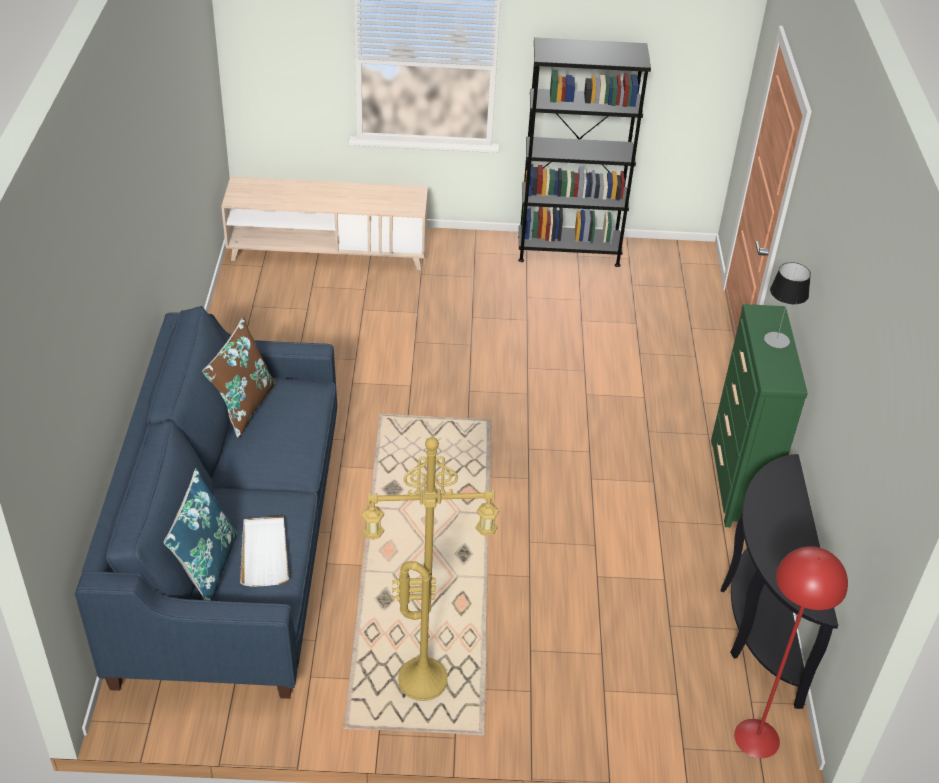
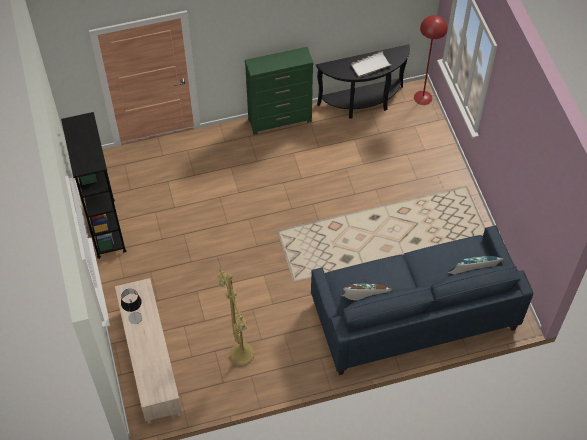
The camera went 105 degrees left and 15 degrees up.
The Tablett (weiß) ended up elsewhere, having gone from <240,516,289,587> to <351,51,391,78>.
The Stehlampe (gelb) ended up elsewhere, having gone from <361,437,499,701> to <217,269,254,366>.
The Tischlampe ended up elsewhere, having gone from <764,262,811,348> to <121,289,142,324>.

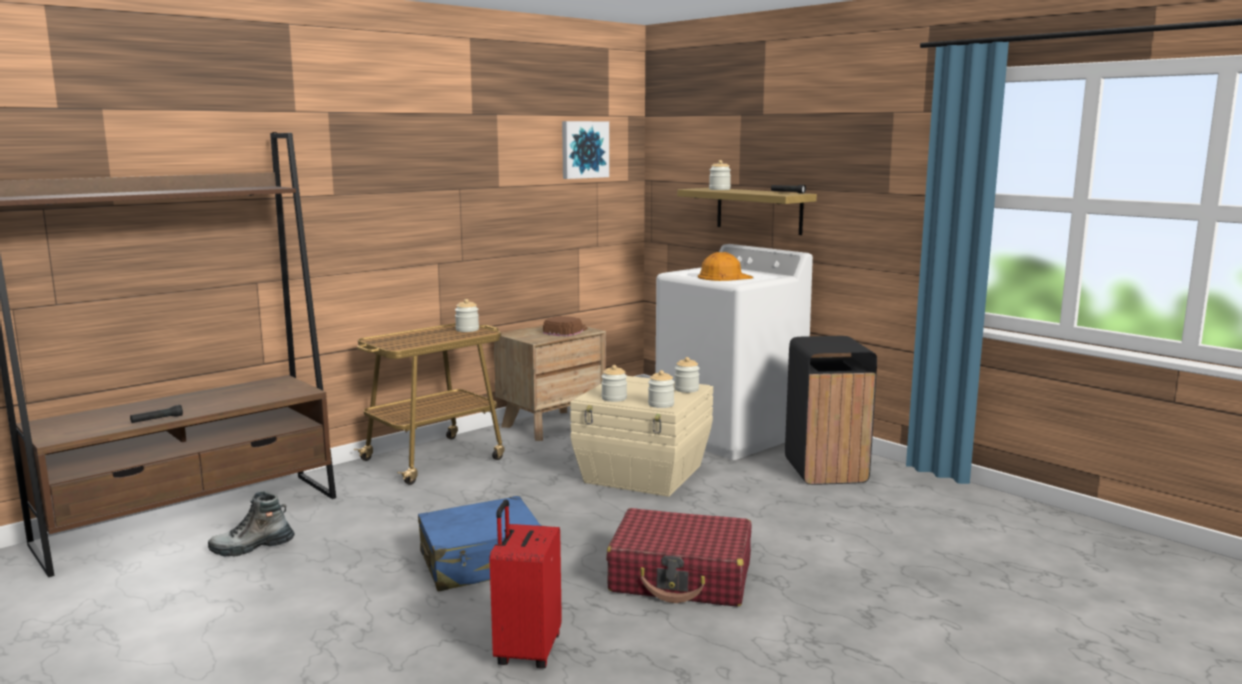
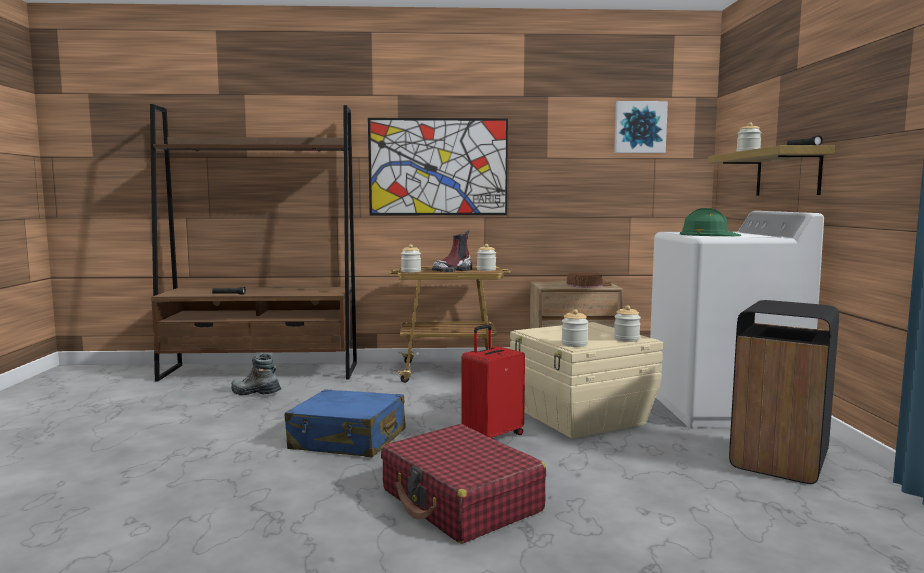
The camera went 40 degrees right and 5 degrees down.
The second view gained the Bild at <368,118,508,215>.
The second view gained the Stiefel at <432,230,472,272>.
The Koffer (rot) ended up elsewhere, having gone from <490,499,562,668> to <461,325,525,440>.
The Vorratsglas ended up elsewhere, having gone from <601,365,627,402> to <401,244,421,272>.
What was the Schutzhelm (orange) at <698,252,753,281> turned into the Schutzhelm (grün) at <680,208,742,236>.

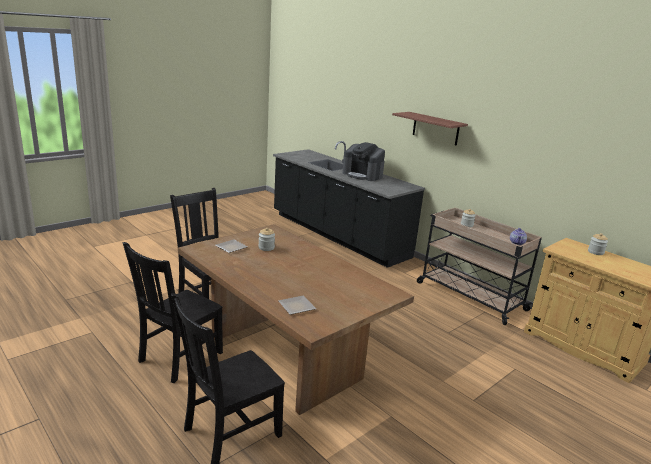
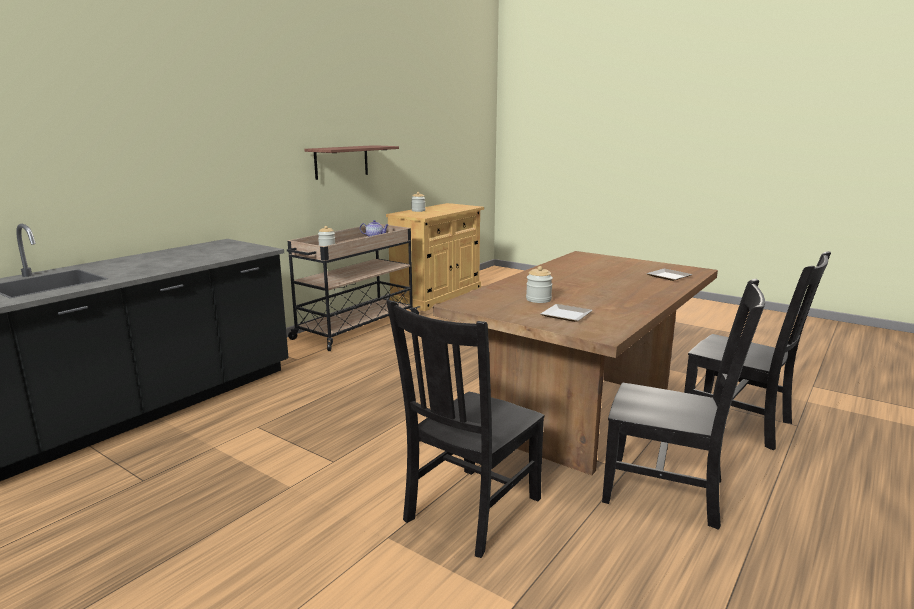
The camera went 100 degrees left and 5 degrees down.
The second view lost the Kaffeemaschine at <342,142,385,181>.
The Wandregal ended up elsewhere, having gone from <392,112,468,146> to <305,145,399,180>.

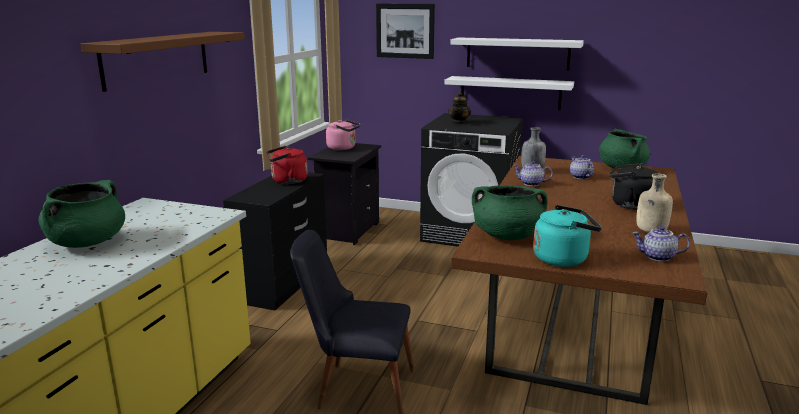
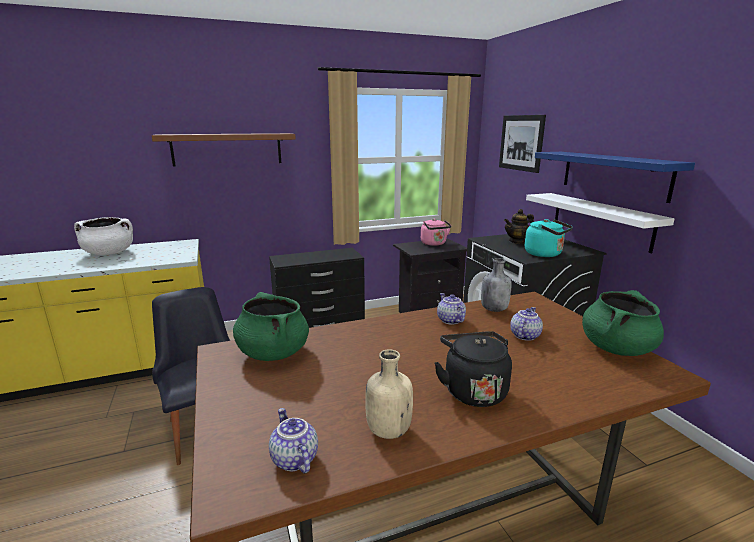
The camera went 50 degrees right and 0 degrees up.
The second view lost the Wasserkessel (rot) at <266,146,308,184>.
The Wasserkessel (türkis) ended up elsewhere, having gone from <533,205,602,267> to <525,219,573,257>.
What was the Kochtopf (grün) at <38,180,125,248> turned into the Kochtopf (weiß) at <74,217,133,255>.
What was the Wandregal (weiß) at <450,37,584,71> turned into the Wandregal (blau) at <535,152,695,203>.

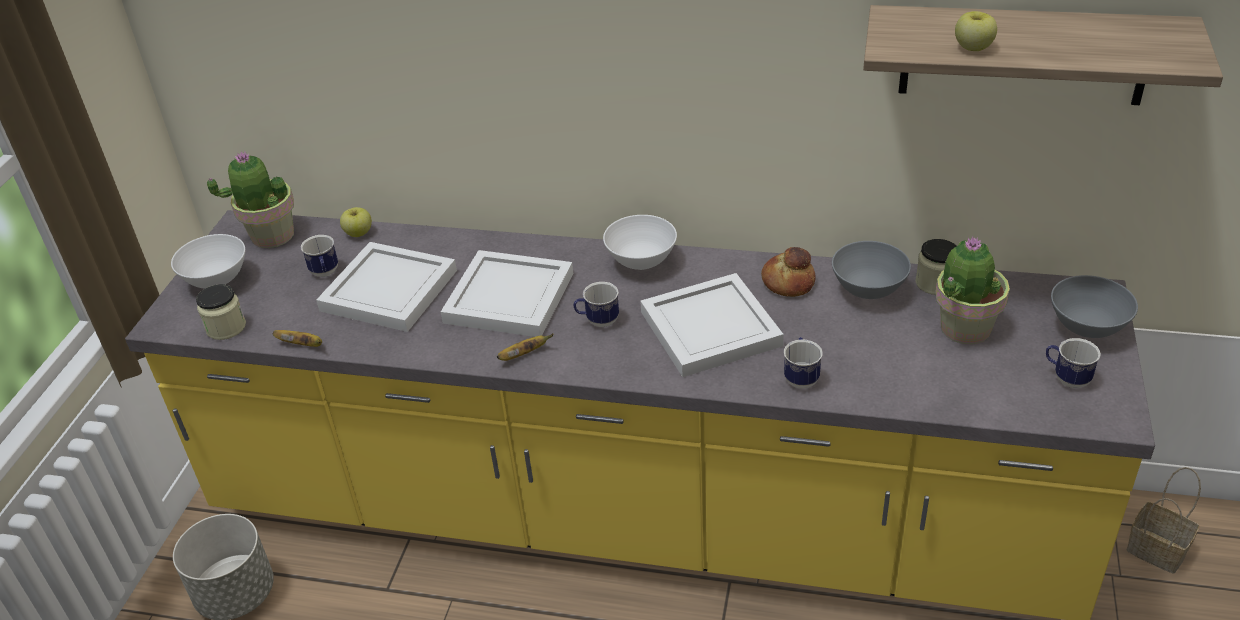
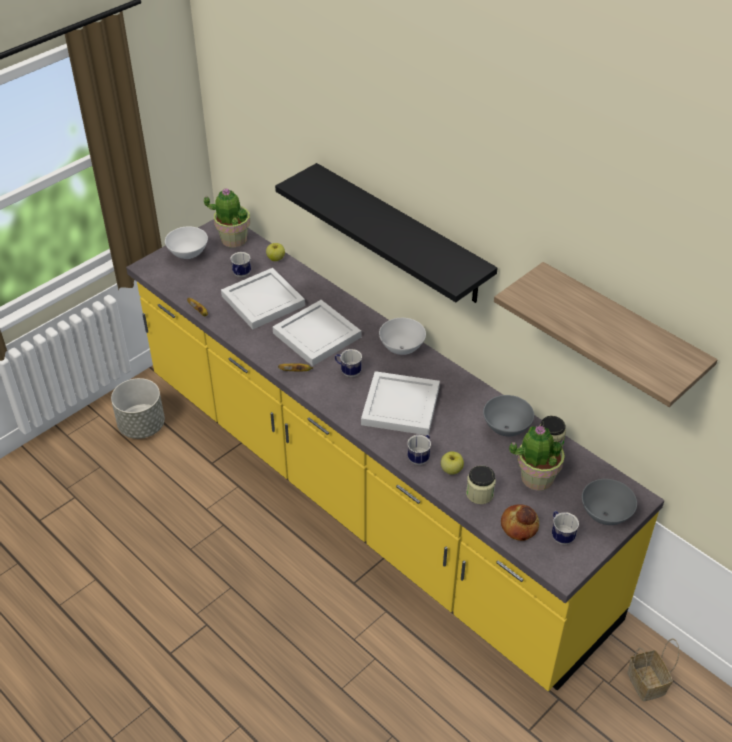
The camera went 30 degrees right and 5 degrees up.
The second view gained the Wandregal (schwarz) at <275,163,498,303>.
The Vorratsglas ended up elsewhere, having gone from <196,284,246,340> to <466,466,496,504>.
The Brot ended up elsewhere, having gone from <761,247,816,297> to <501,504,539,541>.
The Apfel ended up elsewhere, having gone from <955,11,997,51> to <441,451,464,475>.

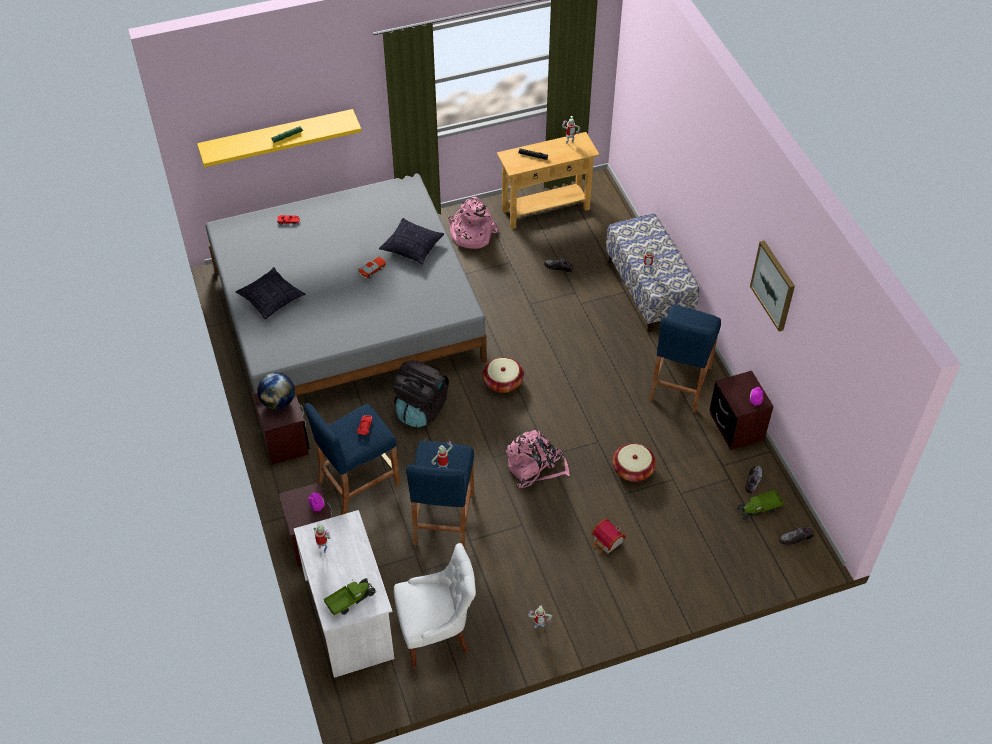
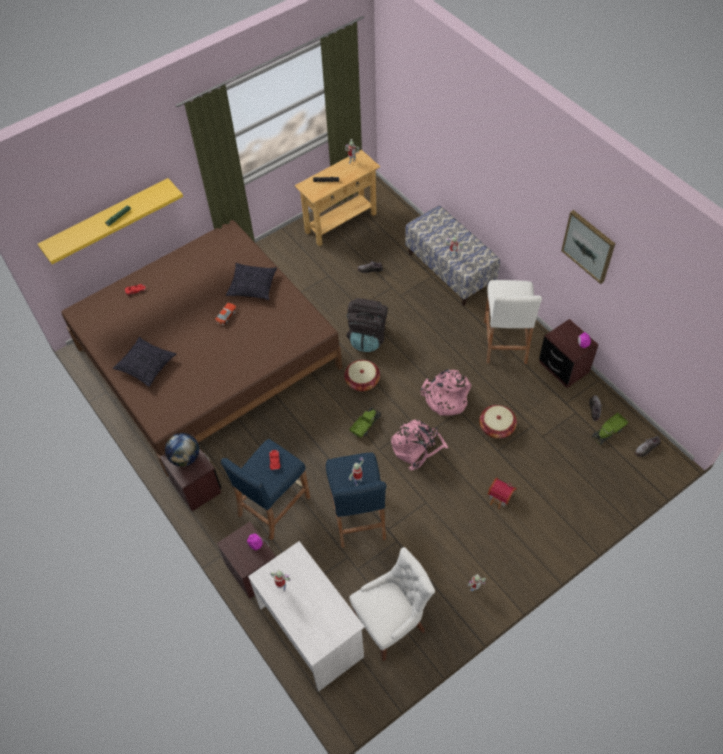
The camera went 15 degrees left and 5 degrees up.
The Spielzeuglaster ended up elsewhere, having gone from <324,578,376,616> to <349,407,381,438>.
The Rucksack (schwarz) ended up elsewhere, having gone from <394,360,449,427> to <347,298,388,352>.
The Rucksack (rosa) ended up elsewhere, having gone from <448,197,499,249> to <420,370,471,416>.
What was the Bett (grau) at <206,174,487,423> turned into the Bett (braun) at <61,220,342,477>.
What was the Hocker (blau) at <649,305,721,412> turned into the Hocker (weiß) at <484,280,542,364>.

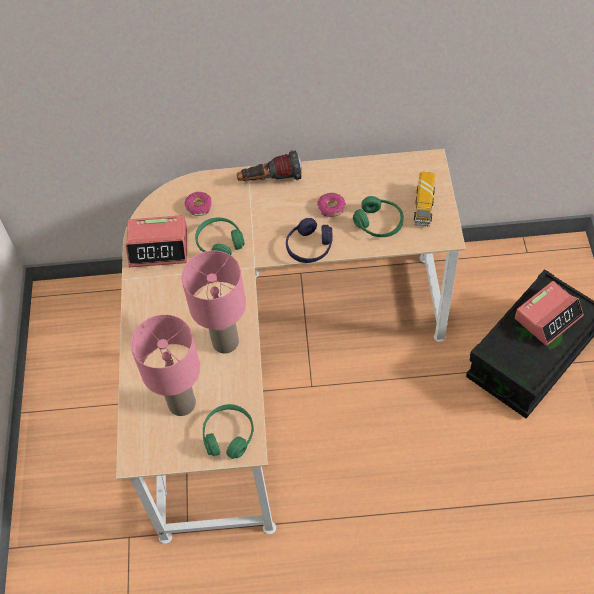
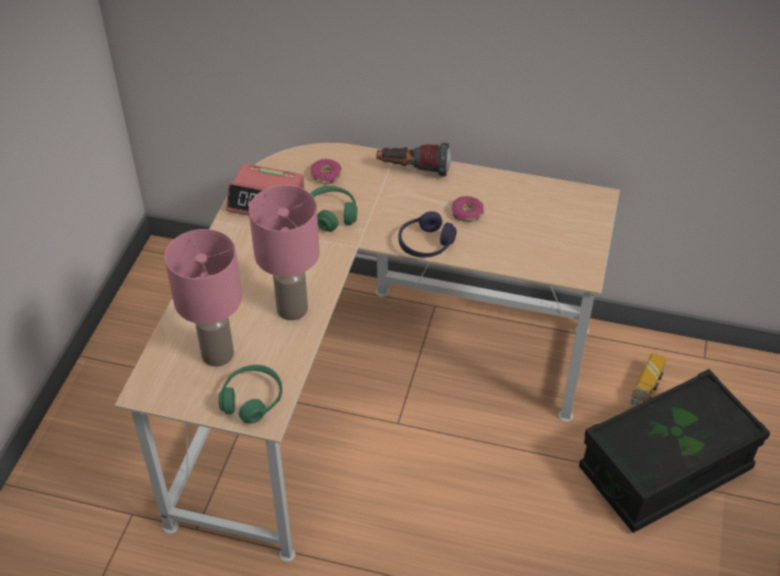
The camera went 15 degrees right and 10 degrees down.
The second view lost the Kopfhörer (grün) at <353,196,404,237>.
The second view lost the Wecker at <515,281,583,346>.
The Spielzeuglaster ended up elsewhere, having gone from <414,172,435,227> to <630,353,666,406>.

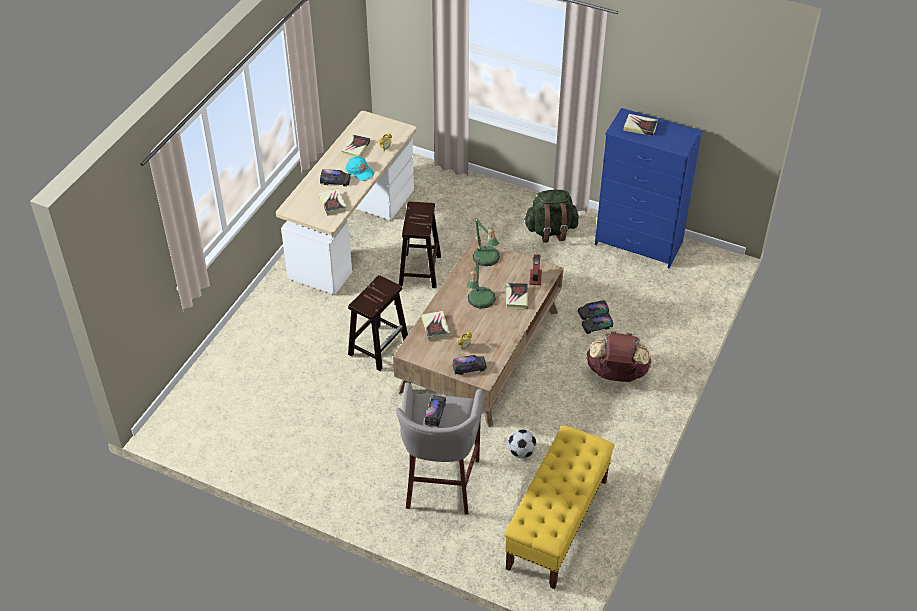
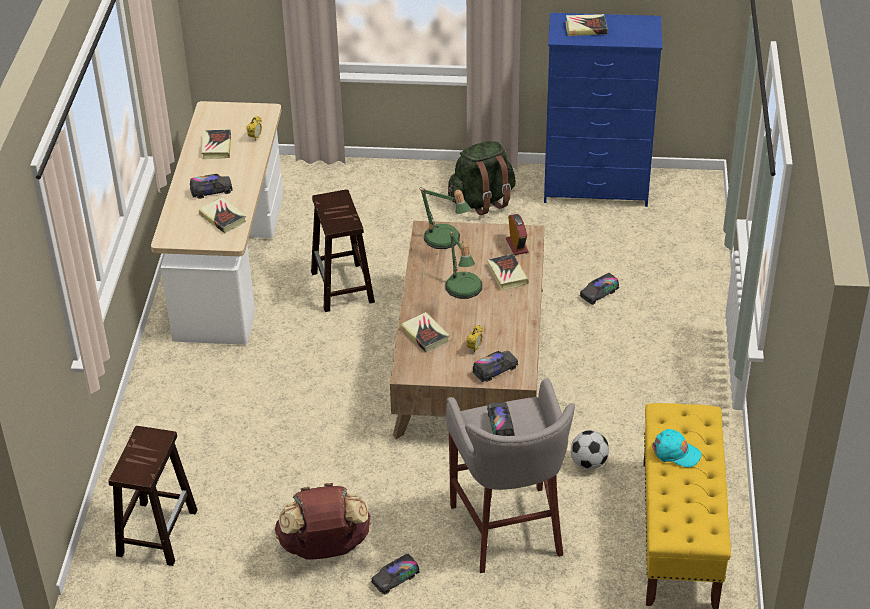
The camera went 20 degrees left and 5 degrees down.
The Kappe (türkis) ended up elsewhere, having gone from <346,156,374,181> to <652,429,702,467>.
The Hocker (braun) ended up elsewhere, having gone from <348,275,408,371> to <108,426,197,566>.
The Spielzeuglaster ended up elsewhere, having gone from <578,300,609,320> to <371,554,420,594>.
The Rucksack (braun) ended up elsewhere, having gone from <586,331,652,382> to <275,483,371,560>.

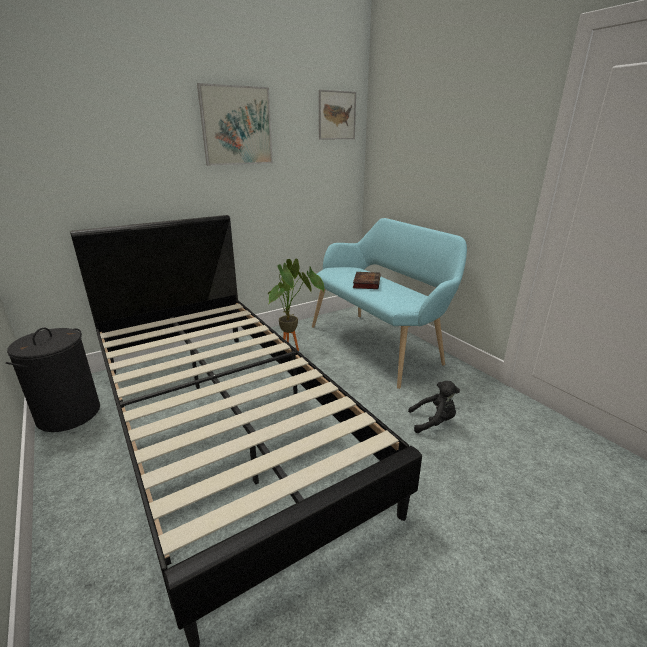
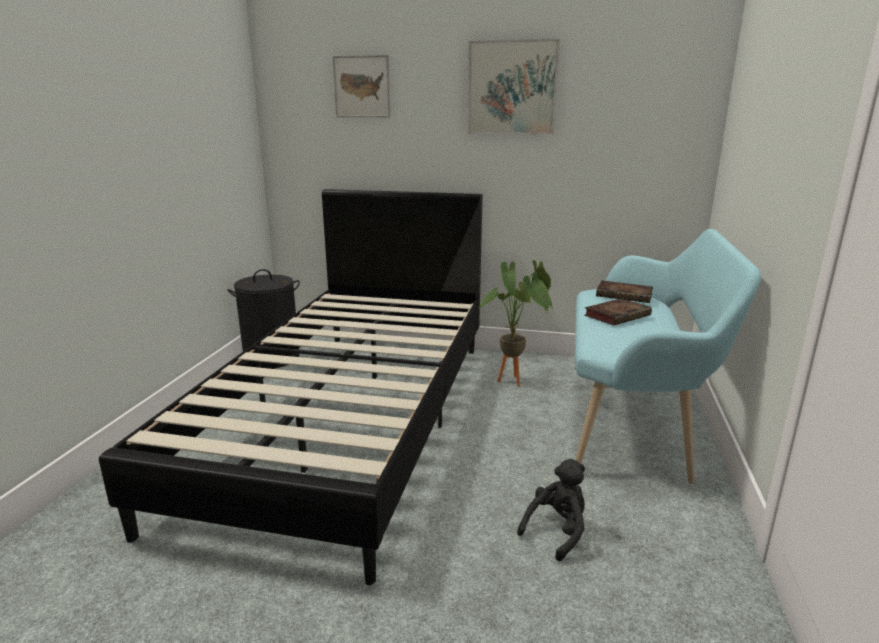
The camera went 45 degrees right and 5 degrees down.
The second view gained the Buch at <596,281,653,303>.
The Bild ended up elsewhere, having gone from <319,90,356,139> to <333,55,391,117>.
The Plüschtier (schwarz) at <408,381,460,433> ended up facing another way, 90 degrees counterclockwise from before.

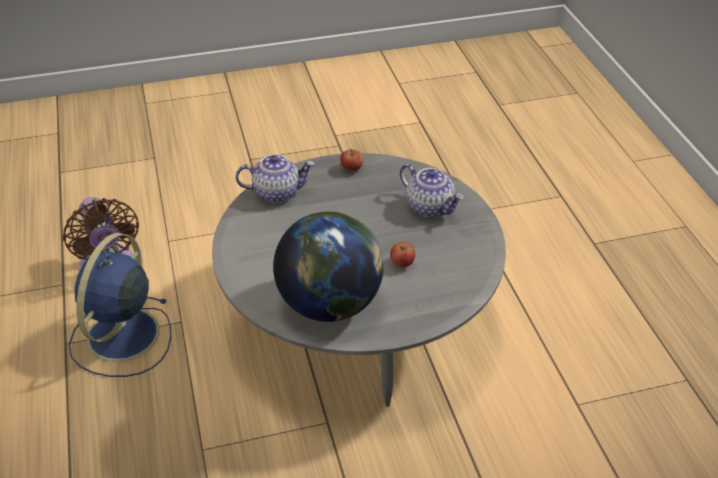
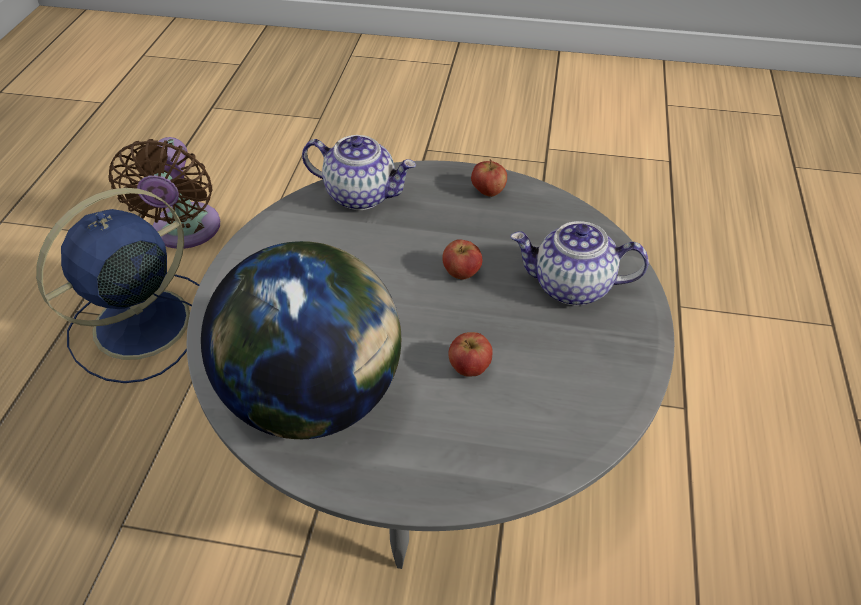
The camera went 25 degrees right and 5 degrees up.
The second view gained the Apfel at <442,239,482,280>.
The Teekanne at <400,164,464,217> ended up facing another way, 120 degrees clockwise from before.

